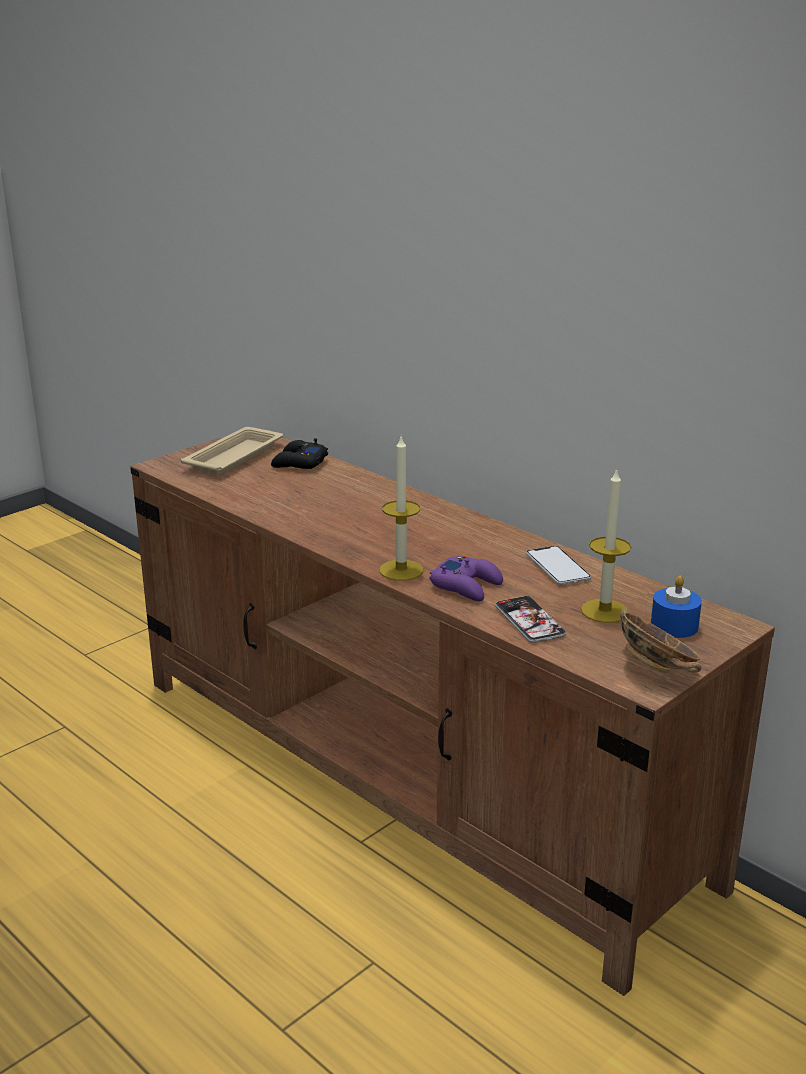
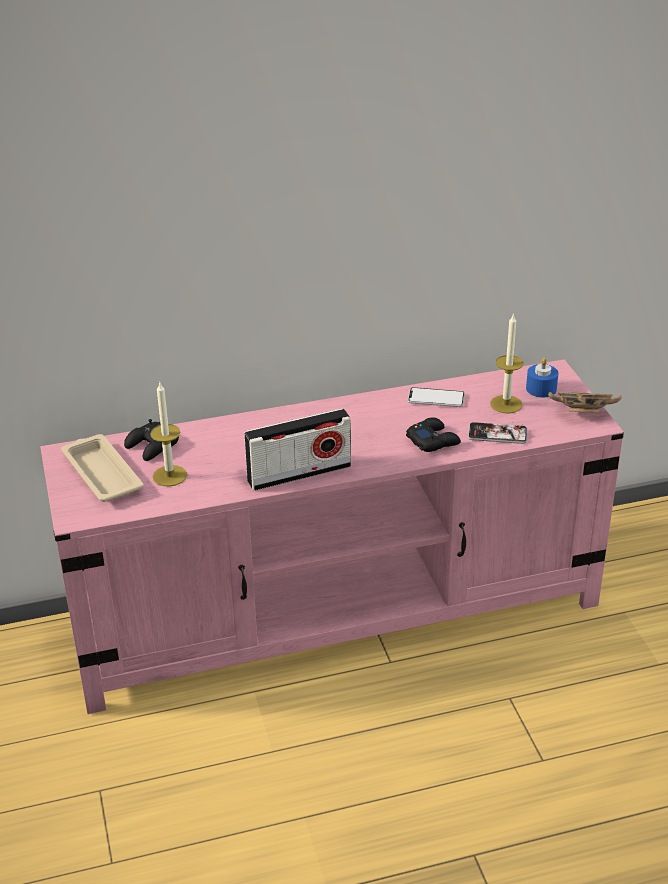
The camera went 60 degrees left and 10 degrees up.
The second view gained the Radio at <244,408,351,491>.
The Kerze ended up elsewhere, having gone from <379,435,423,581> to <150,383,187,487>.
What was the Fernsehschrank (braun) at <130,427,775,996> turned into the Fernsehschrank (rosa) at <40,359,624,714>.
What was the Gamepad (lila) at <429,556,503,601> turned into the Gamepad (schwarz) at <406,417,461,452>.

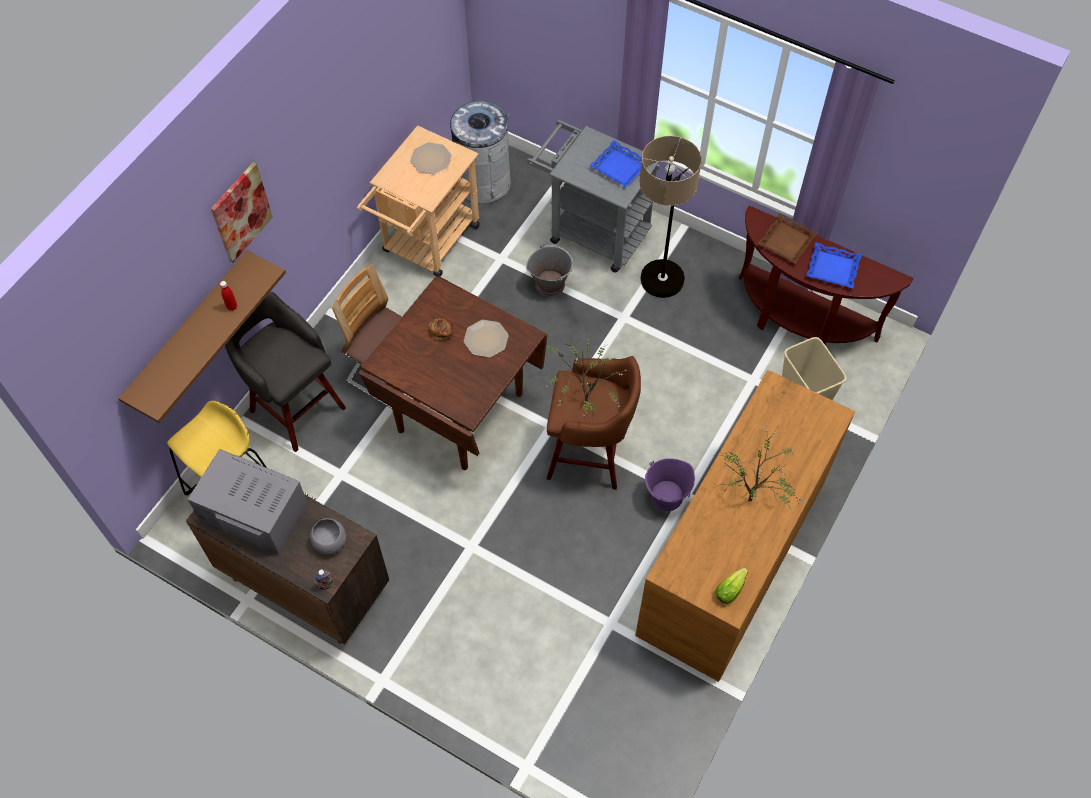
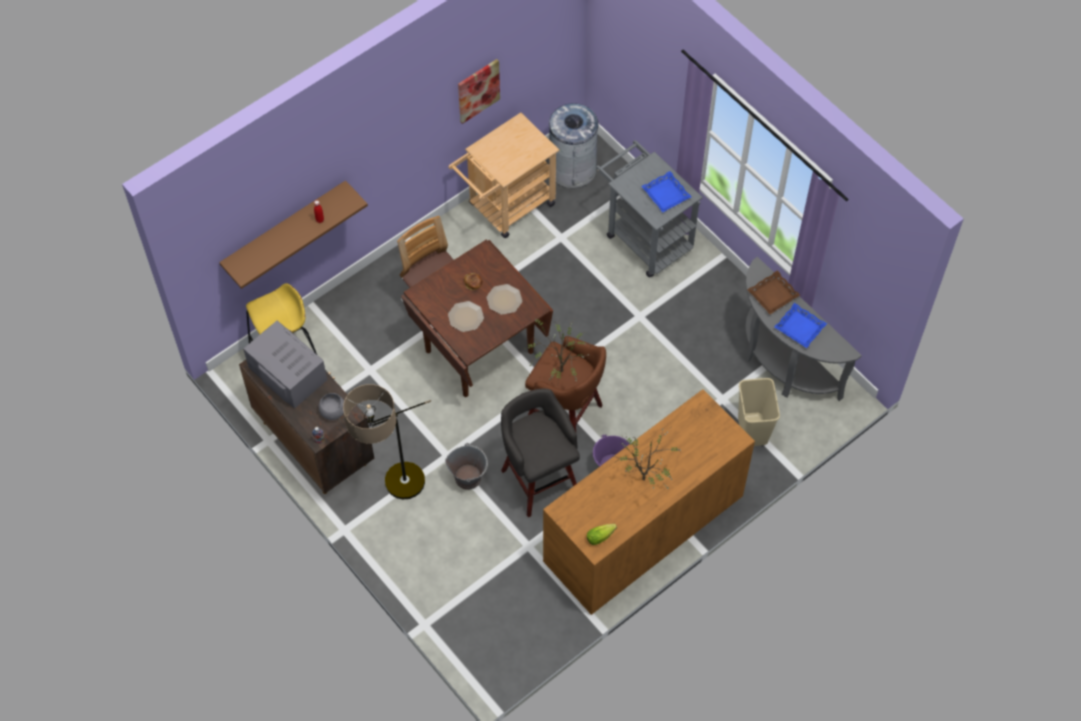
The camera went 20 degrees right and 0 degrees up.
The Bild ended up elsewhere, having gone from <211,162,273,262> to <458,59,500,124>.
The Hocker (grau) ended up elsewhere, having gone from <225,292,346,452> to <501,389,580,517>.
The Teller ended up elsewhere, having gone from <410,143,452,174> to <448,301,484,332>.
The Eimer (grau) ended up elsewhere, having gone from <526,244,573,297> to <445,443,488,490>.
The Stehlampe ended up elsewhere, having gone from <639,136,702,298> to <343,384,431,499>.
What was the Konsolentisch (braun) at <738,205,913,344> turned into the Konsolentisch (grau) at <745,257,862,401>.

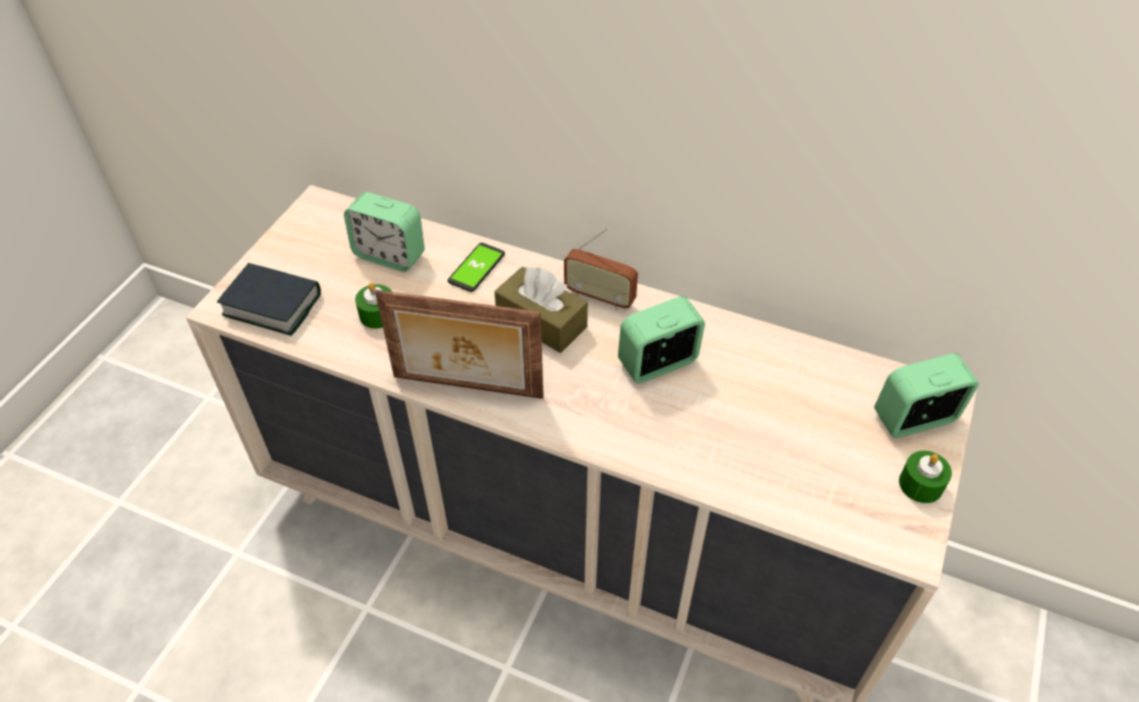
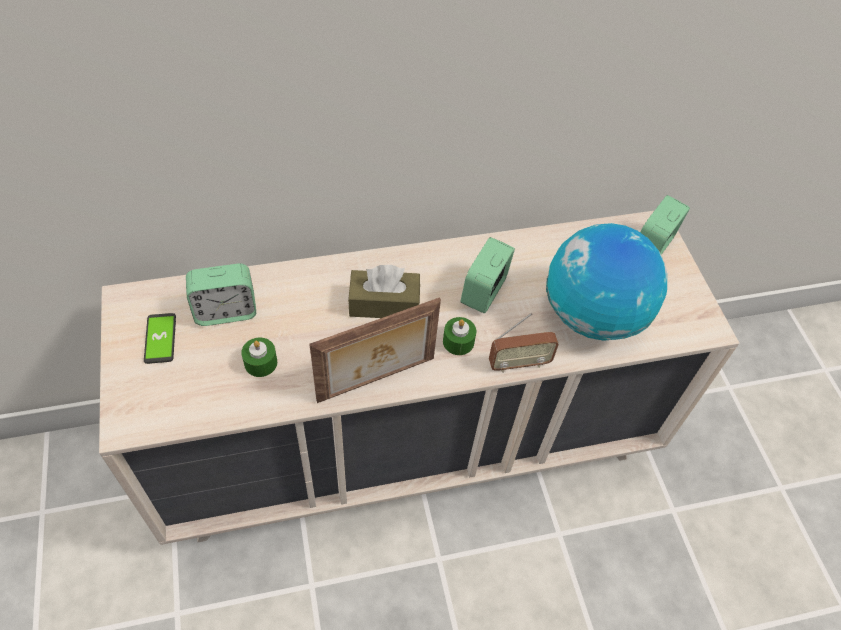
The camera went 40 degrees left and 5 degrees up.
The second view lost the Buch at <217,263,321,336>.
The second view gained the Globus at <546,223,667,341>.
The Handy ended up elsewhere, having gone from <448,243,505,292> to <144,313,176,364>.
The Radio ended up elsewhere, having gone from <564,227,638,310> to <489,313,559,373>.
The Kerze (grün) ended up elsewhere, having gone from <899,451,952,503> to <443,317,476,355>.

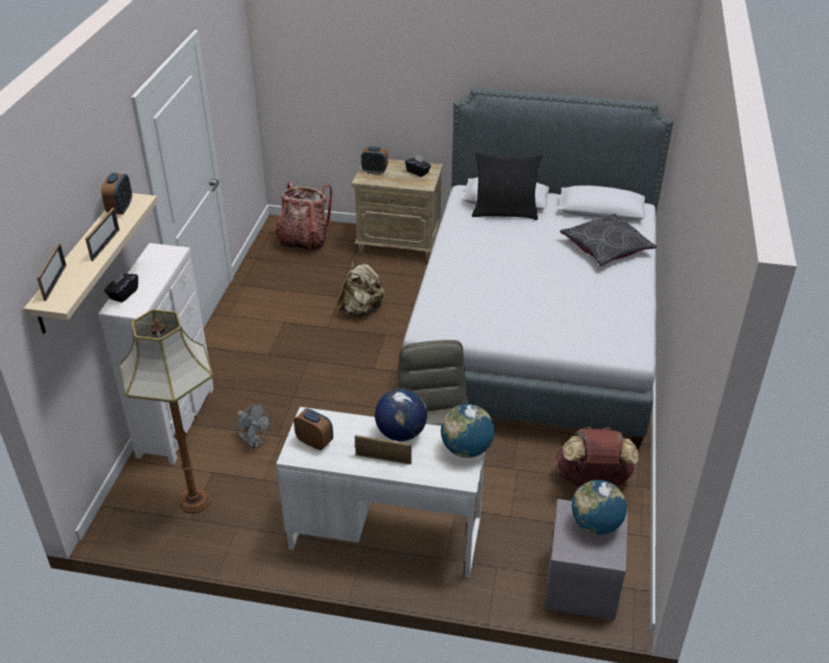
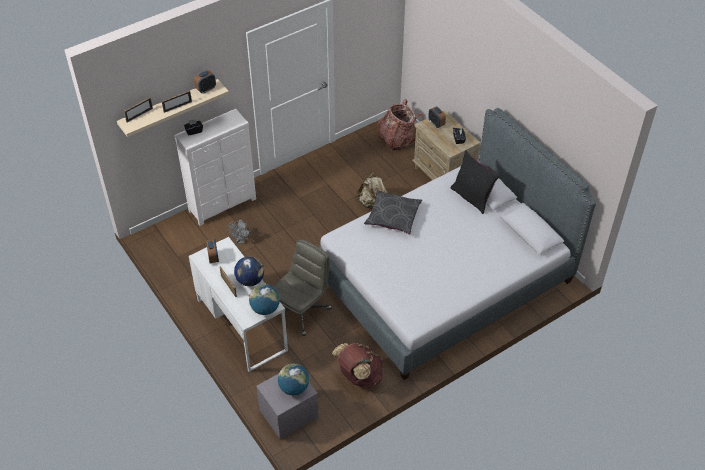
The camera went 45 degrees right and 10 degrees up.
The second view lost the Stehlampe at <119,309,213,513>.
The Kissen (grau) ended up elsewhere, having gone from <560,214,657,266> to <364,190,422,234>.

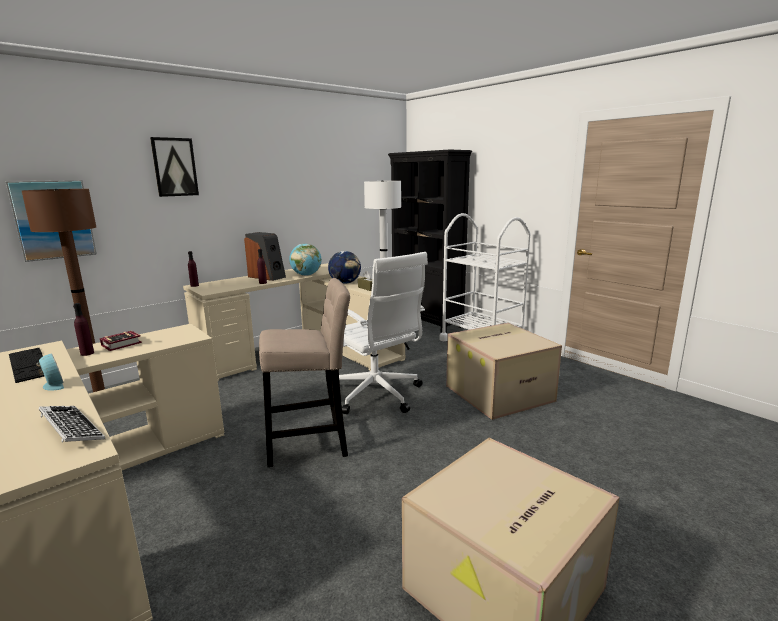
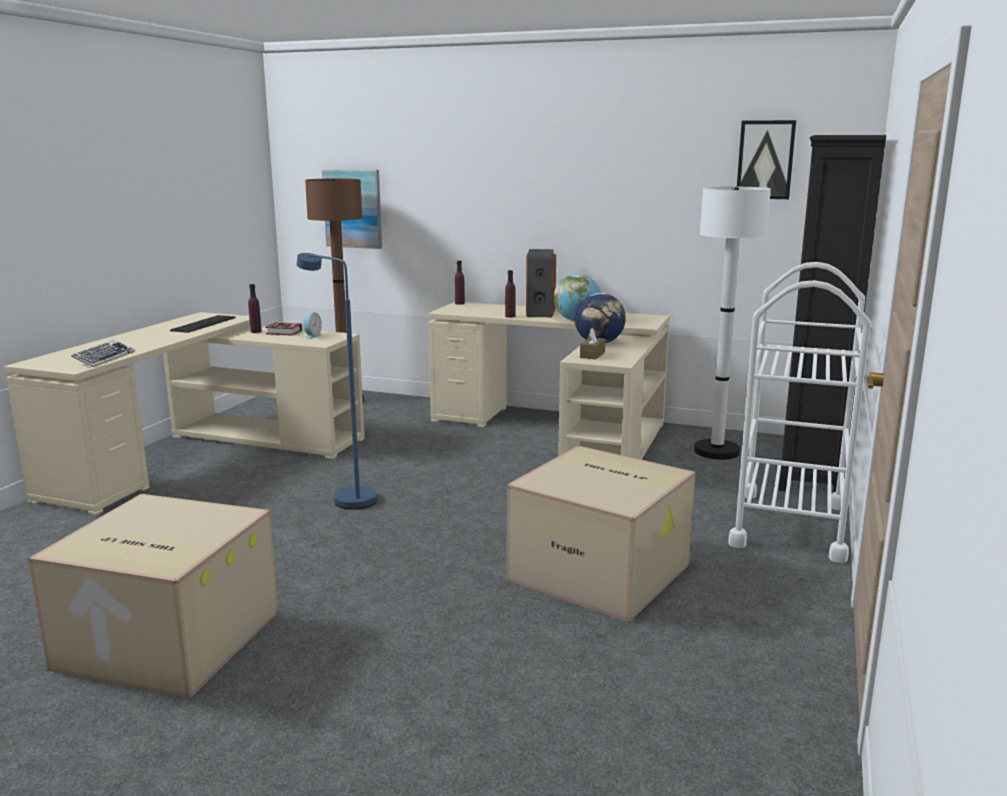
The camera went 60 degrees right and 0 degrees up.
The second view lost the Bürostuhl (weiß) at <339,252,428,414>.
The Wecker ended up elsewhere, having gone from <36,354,64,391> to <303,312,322,339>.
The Bild ended up elsewhere, having gone from <150,137,199,197> to <737,120,796,199>.
Where the Hocker (beige) stood at <259,278,350,467>, the Stehlampe (blau) came to stand at <297,253,378,510>.

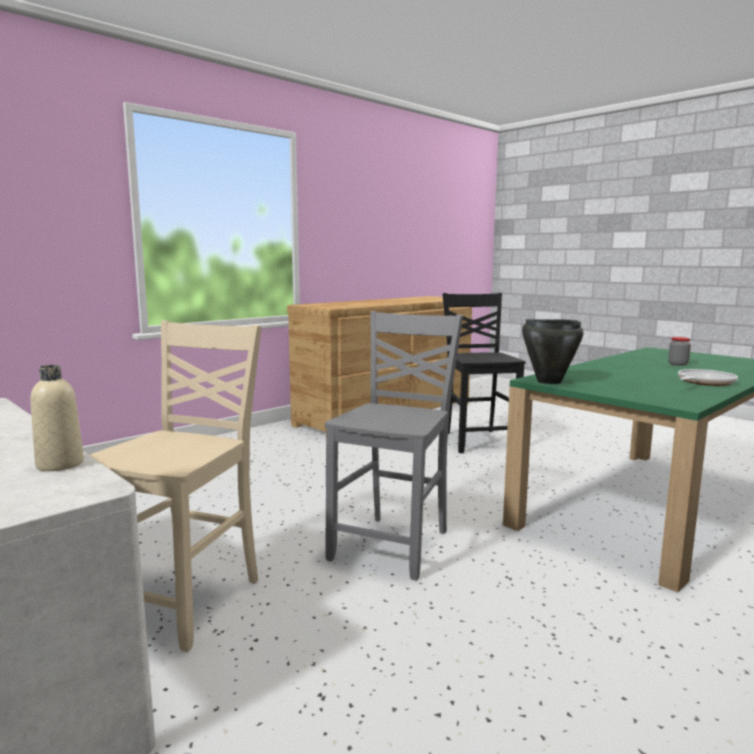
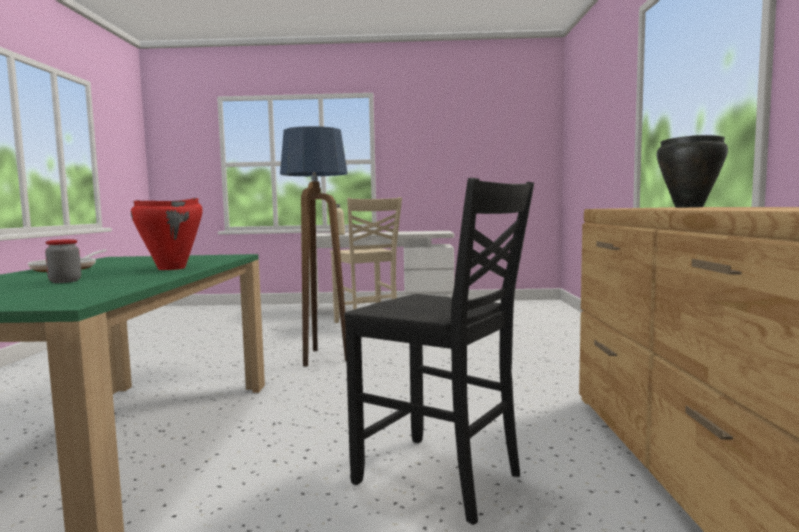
The camera went 135 degrees right and 5 degrees down.
The second view gained the Kochtopf (rot) at <131,198,203,270>.
The Kochtopf (schwarz) ended up elsewhere, having gone from <522,319,583,384> to <657,135,728,207>.
Where the Stuhl (grau) stood at <325,311,463,581>, the Stehlampe came to stand at <280,126,347,367>.

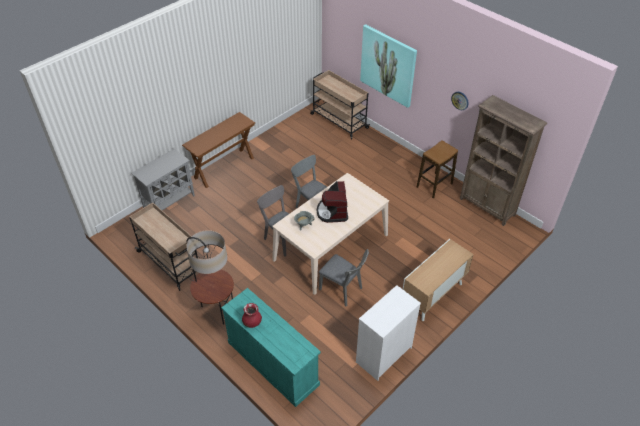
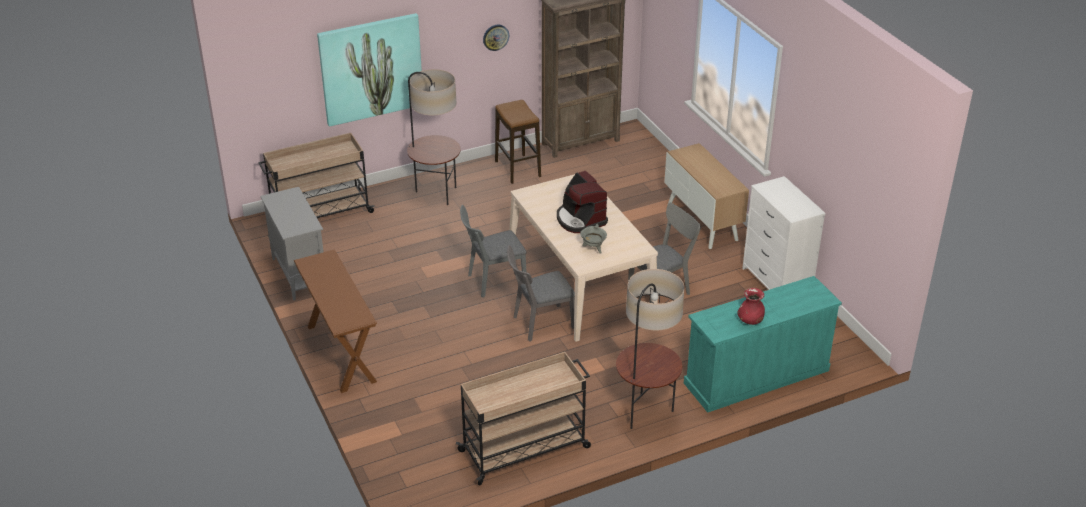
The camera went 70 degrees left and 10 degrees down.
The second view gained the Stehlampe at <407,69,461,205>.
The Schrank (grau) ended up elsewhere, having gone from <131,148,195,210> to <260,187,324,301>.
The Kaffeemaschine at <317,181,348,223> ended up facing another way, 45 degrees clockwise from before.

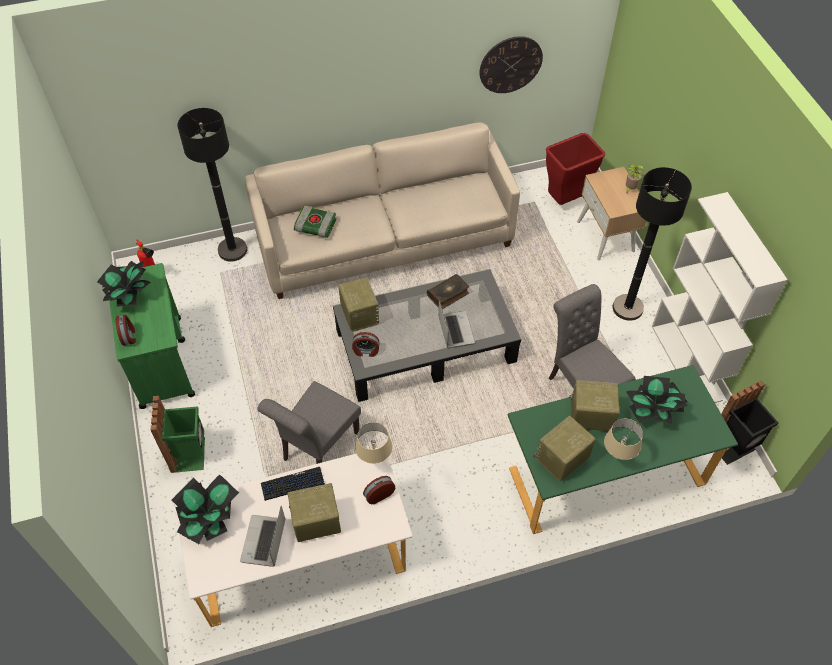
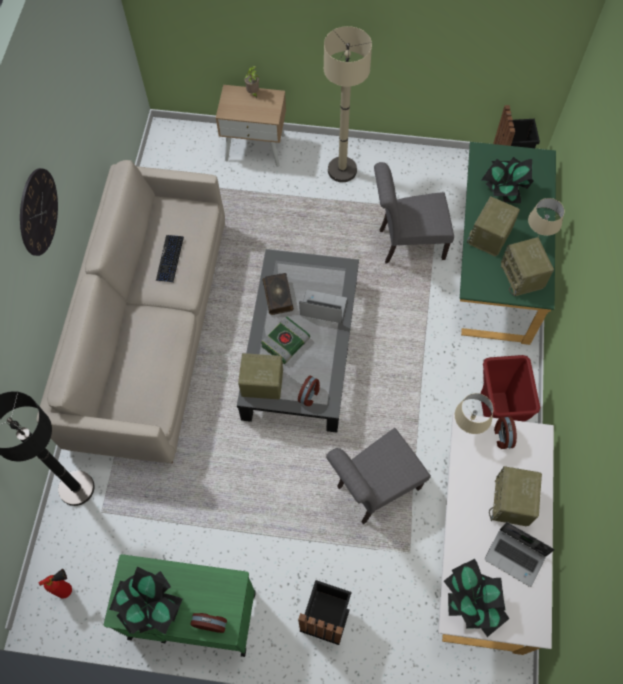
The camera went 65 degrees left and 10 degrees up.
The second view lost the Bücherregal (weiß) at <652,192,788,403>.
The Tastatur ended up elsewhere, having gone from <261,467,325,501> to <156,235,184,282>.
The Buch ended up elsewhere, having gone from <294,205,336,238> to <261,316,310,364>.
The Wanduhr ended up elsewhere, having gone from <479,36,543,93> to <20,168,58,256>.
The Mülleimer (rot) ended up elsewhere, having gone from <546,133,605,205> to <481,355,540,422>.
What was the Mülleimer (grün) at <151,396,205,473> turned into the Mülleimer (schwarz) at <298,580,352,645>.
What was the Stehlampe (schwarz) at <613,167,692,321> turned into the Stehlampe (beige) at <324,26,372,182>.
The Stuhl (grau) at <257,381,361,464> ended up facing another way, 90 degrees clockwise from before.

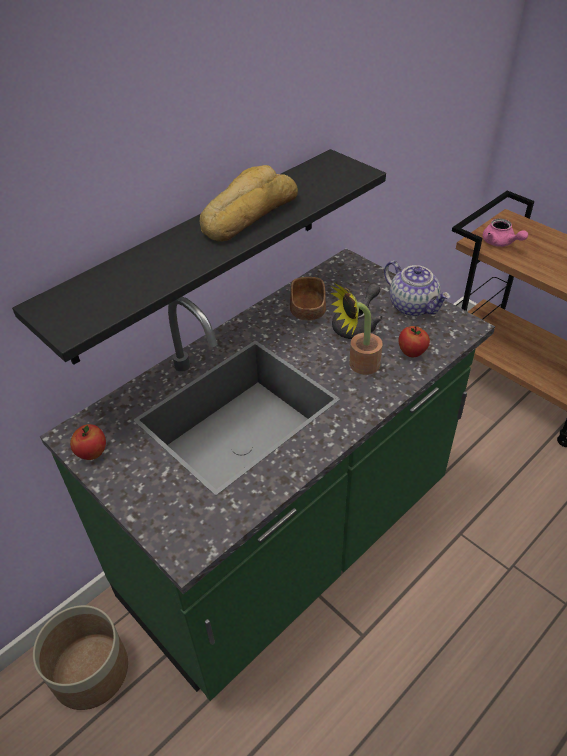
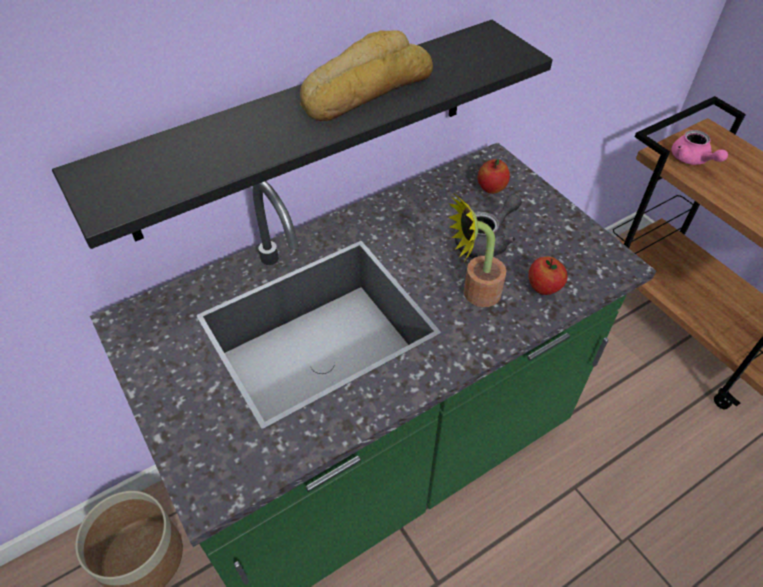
The camera went 10 degrees right and 5 degrees up.
The second view lost the Schüssel (braun) at <290,277,326,320>.
The second view lost the Teekanne at <384,261,450,317>.
The Apfel ended up elsewhere, having gone from <70,424,106,460> to <477,159,510,194>.

